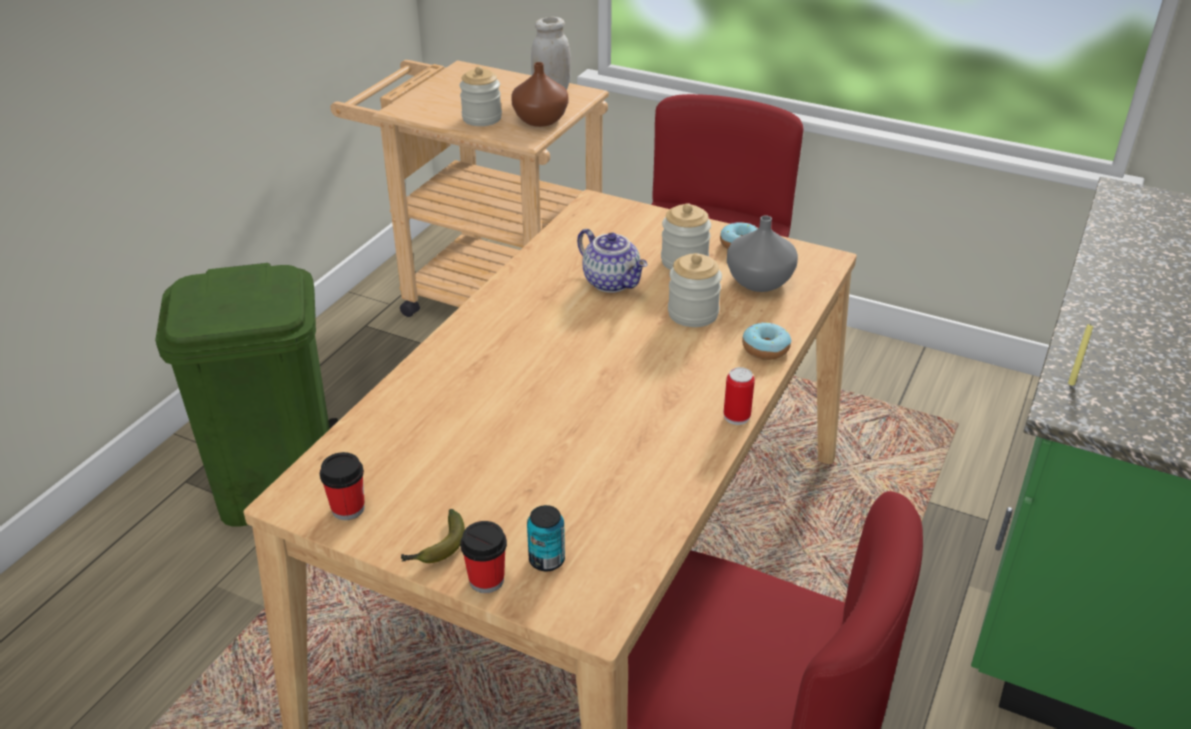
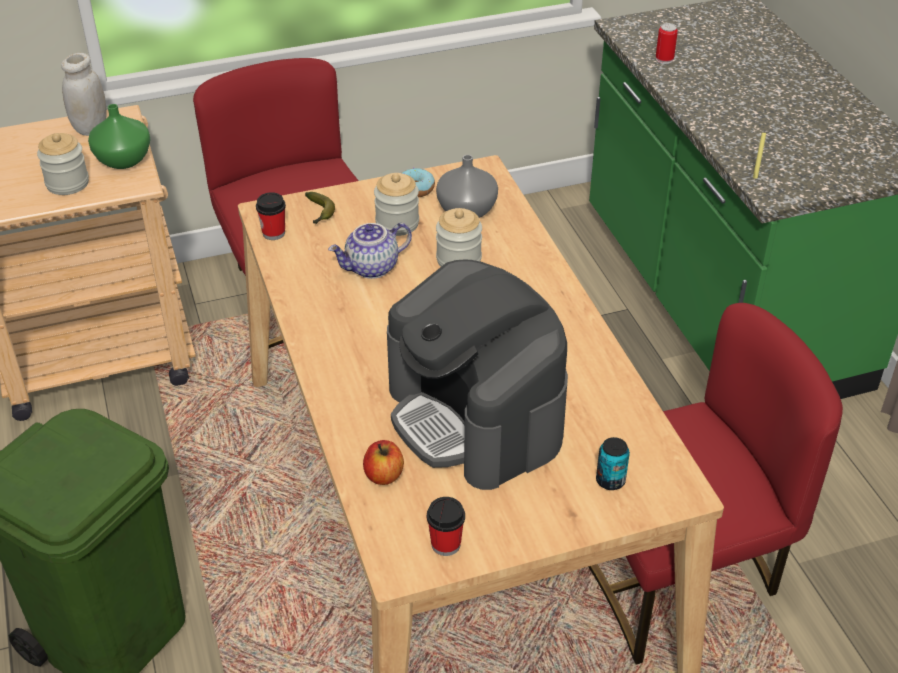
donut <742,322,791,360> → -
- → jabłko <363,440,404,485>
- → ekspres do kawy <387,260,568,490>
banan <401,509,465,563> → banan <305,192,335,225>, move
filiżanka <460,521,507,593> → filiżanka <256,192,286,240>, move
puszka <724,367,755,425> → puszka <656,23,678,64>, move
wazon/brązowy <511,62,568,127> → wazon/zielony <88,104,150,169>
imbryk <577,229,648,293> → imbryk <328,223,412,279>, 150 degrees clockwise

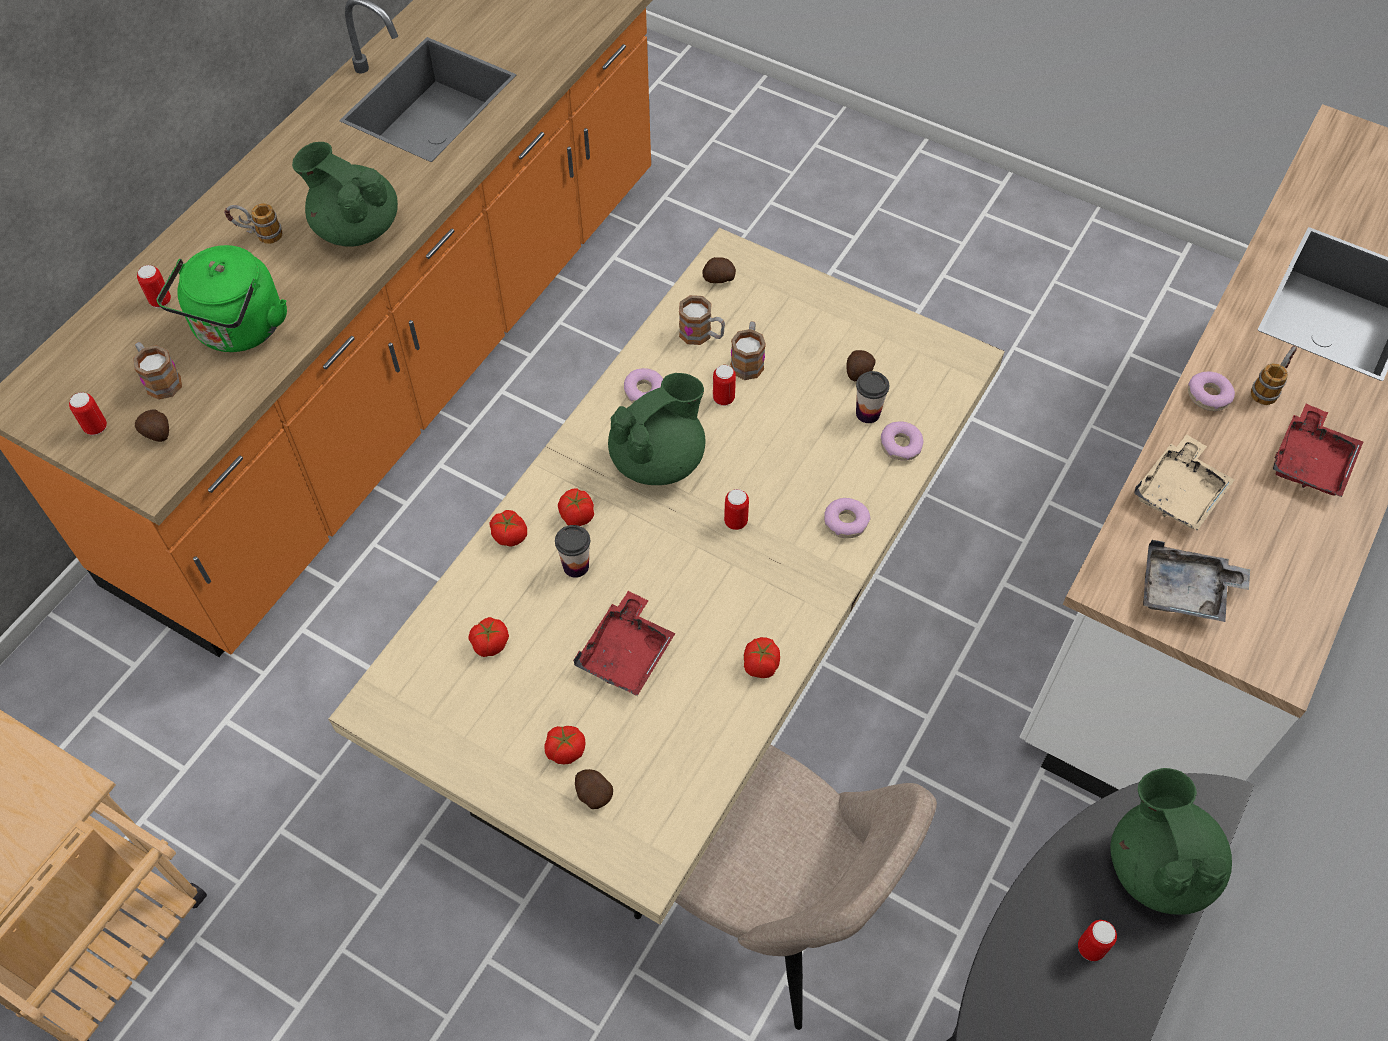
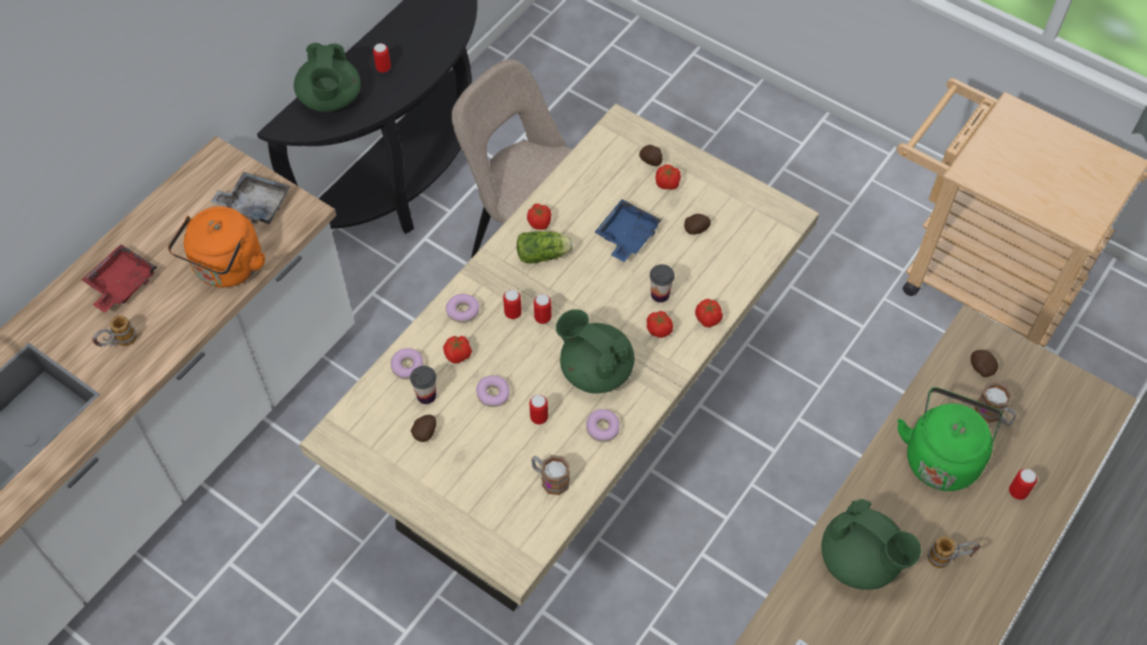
kubek <730,321,766,380> → -
- → sałata <517,231,573,263>
puszka <69,392,107,435> → puszka <503,290,522,319>, move
pomidor <468,617,509,657> → pomidor <443,336,472,363>, move
ziemniak <702,257,736,283> → ziemniak <684,214,711,235>, move
donut <1188,372,1235,411> → donut <476,375,510,407>, move
taca/beżowy <1134,434,1235,530> → czajnik/pomarańczowy <168,206,265,287>
taca/czerwony <573,591,675,696> → taca/niebieski <595,199,662,262>
imbryk/zielony <608,373,706,485> → imbryk/zielony <556,309,634,394>, 75 degrees clockwise

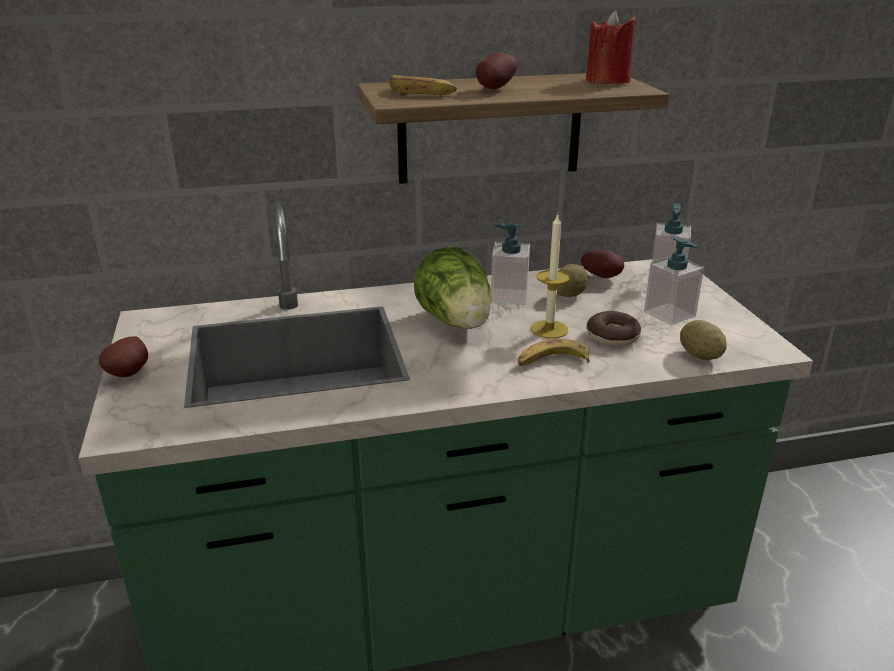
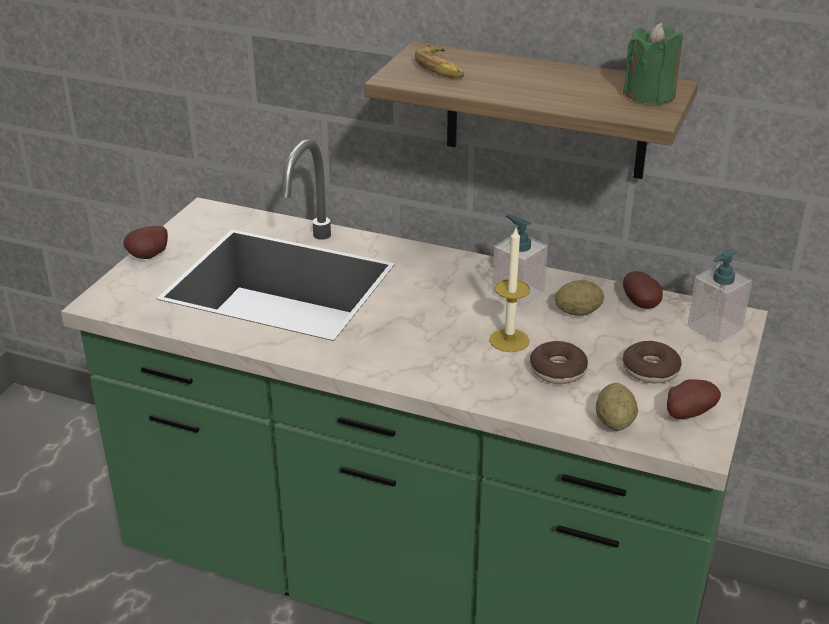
sałata <414,246,492,329> → -
banan <518,339,590,366> → -
ziemniak <476,53,518,89> → ziemniak <667,379,721,419>, move
dozownik mydła <644,236,704,326> → donut <622,341,682,384>
świeca/czerwony <586,11,636,84> → świeca/zielony <623,22,683,105>

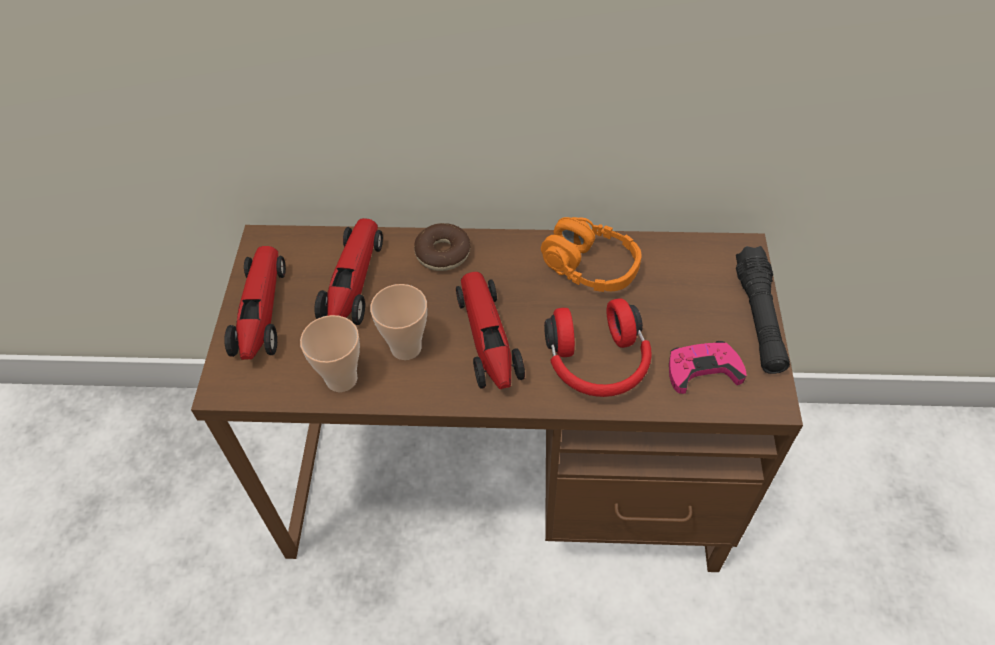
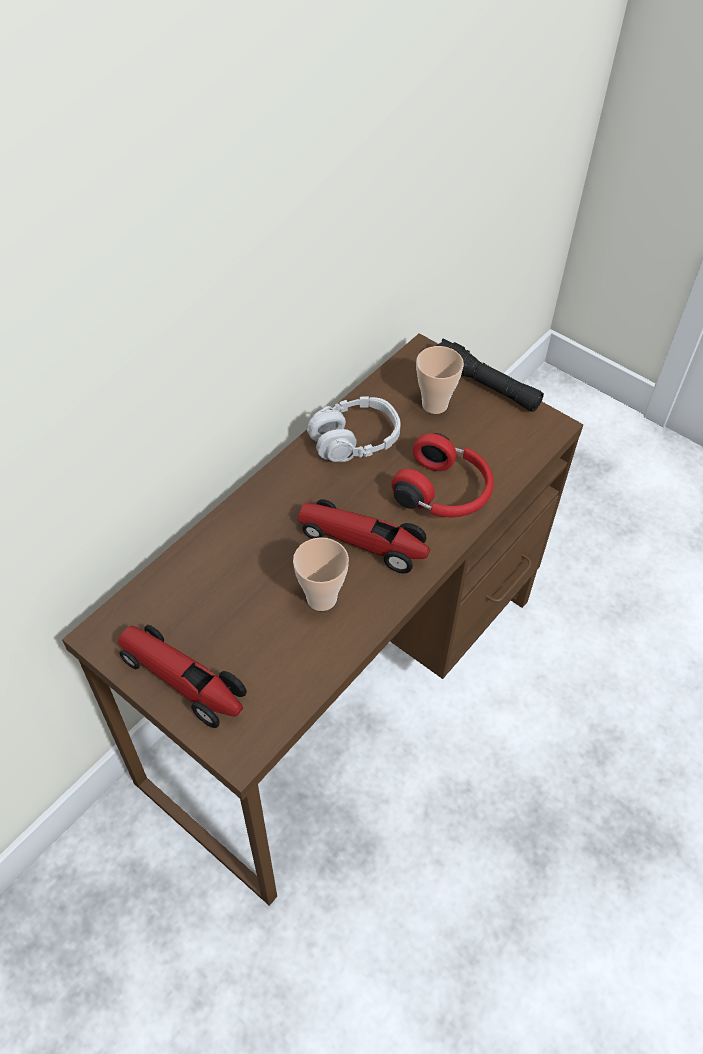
samochodzik <315,218,383,325> → -
donut <414,223,471,271> → -
pad do gier/różowy <669,341,746,394> → -
filiżanka <300,315,360,392> → filiżanka <416,346,464,414>, move
słuchawki/pomarańczowy <541,217,641,292> → słuchawki/szary <307,396,401,462>

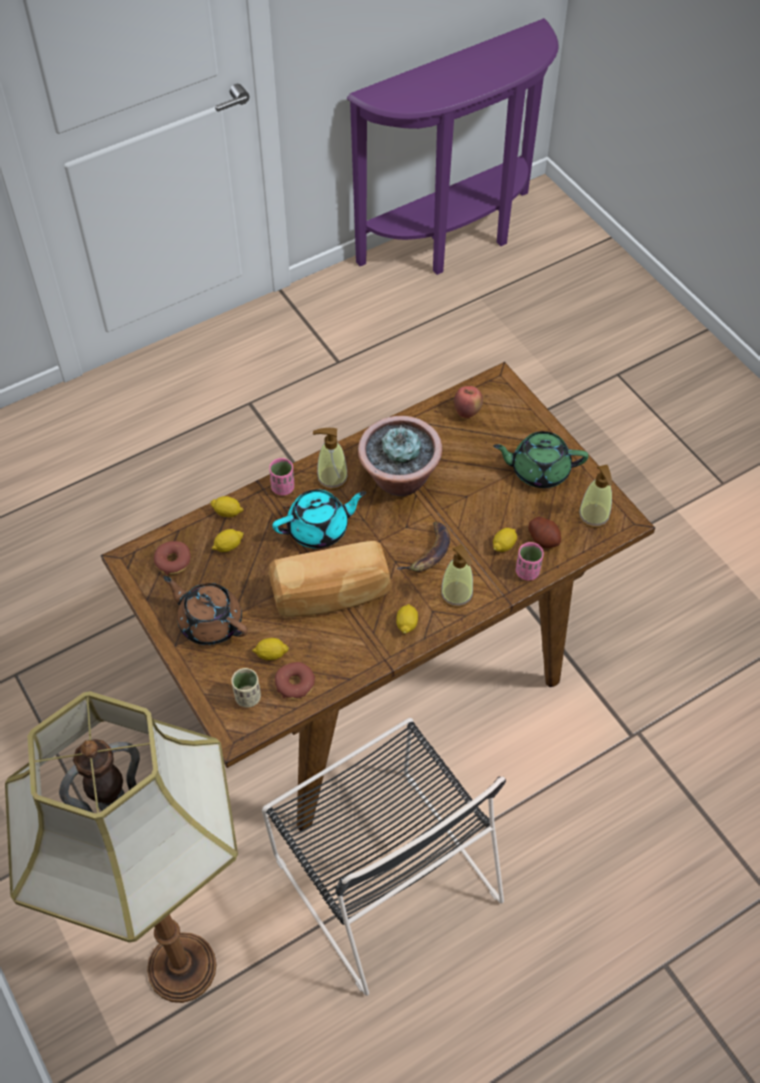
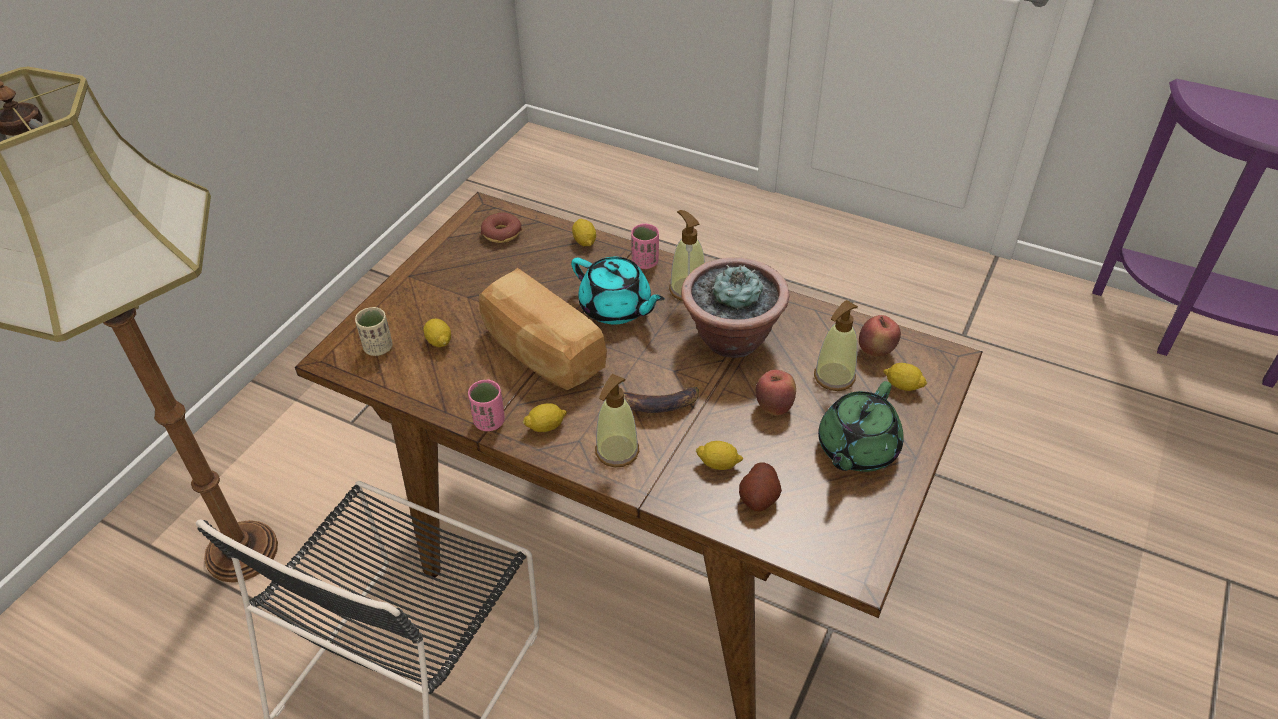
imbryk/brązowy <163,576,248,645> → -
donut <275,662,316,699> → -
- → jabłko <756,370,796,415>
cytryna <212,529,244,552> → cytryna <883,363,927,391>, move
filiżanka/różowy <516,542,544,581> → filiżanka/różowy <468,379,505,431>, move
dozownik mydła <578,465,613,528> → dozownik mydła <814,300,858,391>, move
imbryk/zielony <493,431,589,488> → imbryk/zielony <818,381,904,472>, 120 degrees counterclockwise

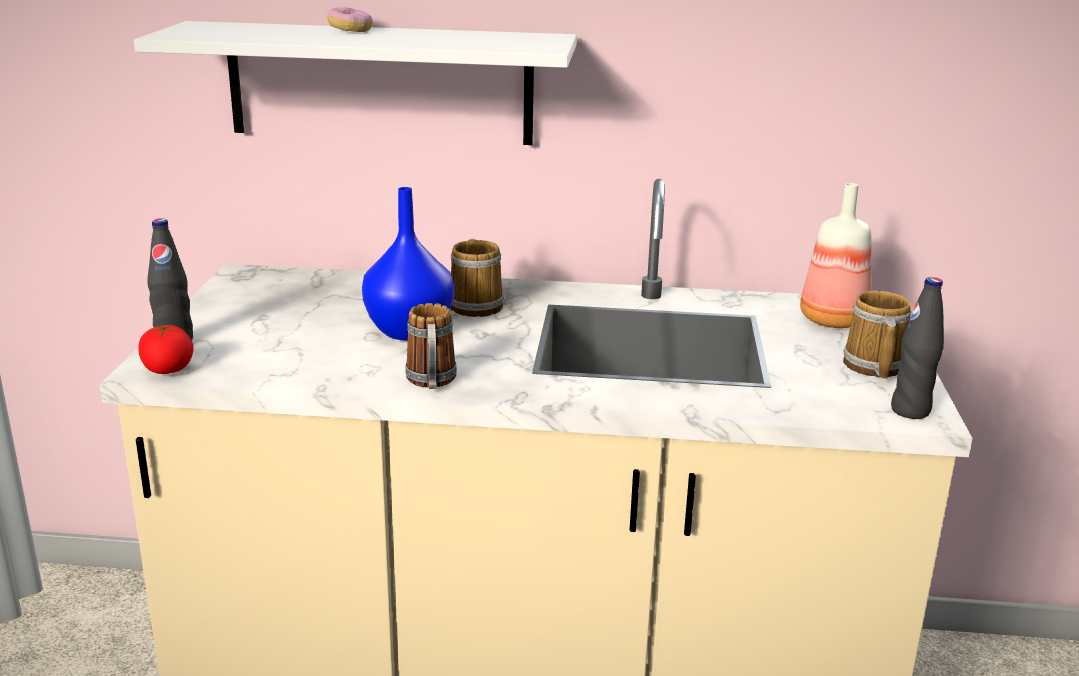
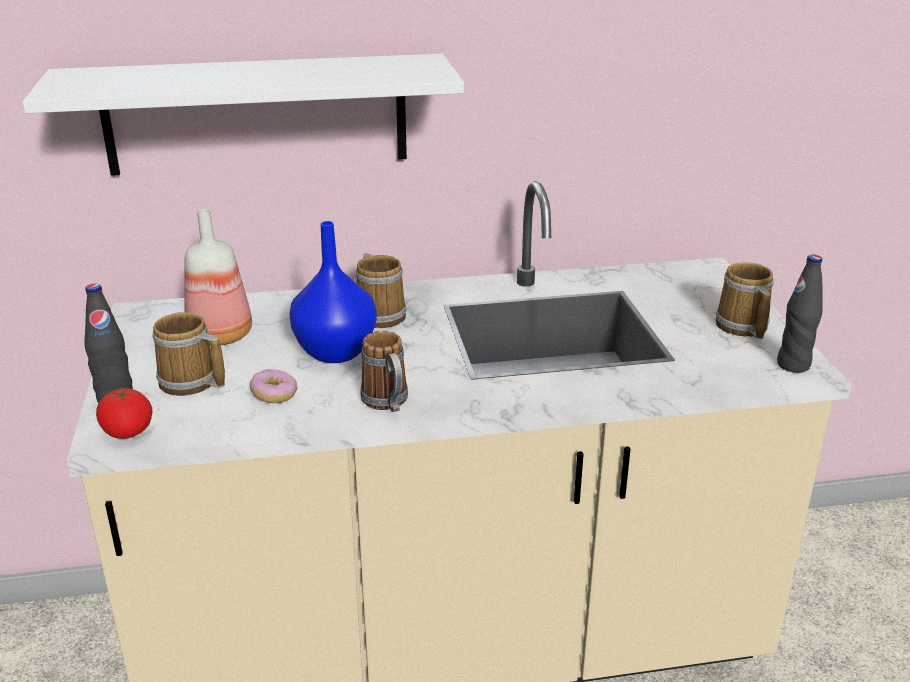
- → kubek <152,312,225,396>
donut <327,7,373,32> → donut <250,369,297,403>, move
butelka <800,183,872,328> → butelka <185,209,252,346>, move

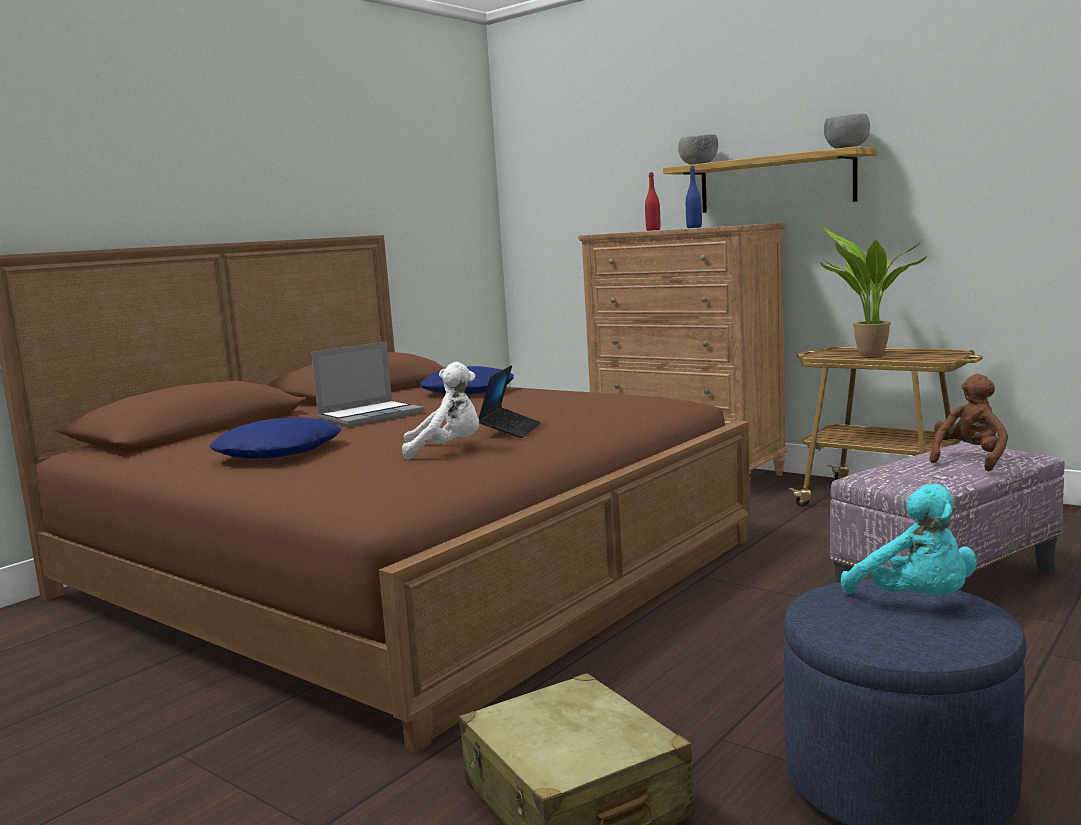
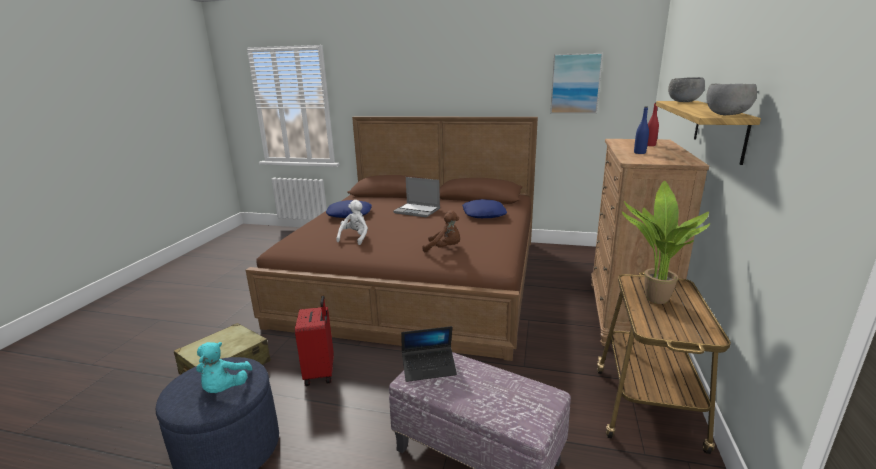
- → walizka/czerwony <295,296,334,386>
- → obraz <550,53,603,114>
laptop <478,365,541,438> → laptop <401,326,457,382>, move
pluszak/brązowy <930,374,1008,471> → pluszak/brązowy <422,210,460,252>, move
pluszak/biały <402,362,479,460> → pluszak/biały <336,200,368,245>, 135 degrees counterclockwise
pluszak/turkusowy <841,484,977,595> → pluszak/turkusowy <196,342,252,393>, 45 degrees counterclockwise

